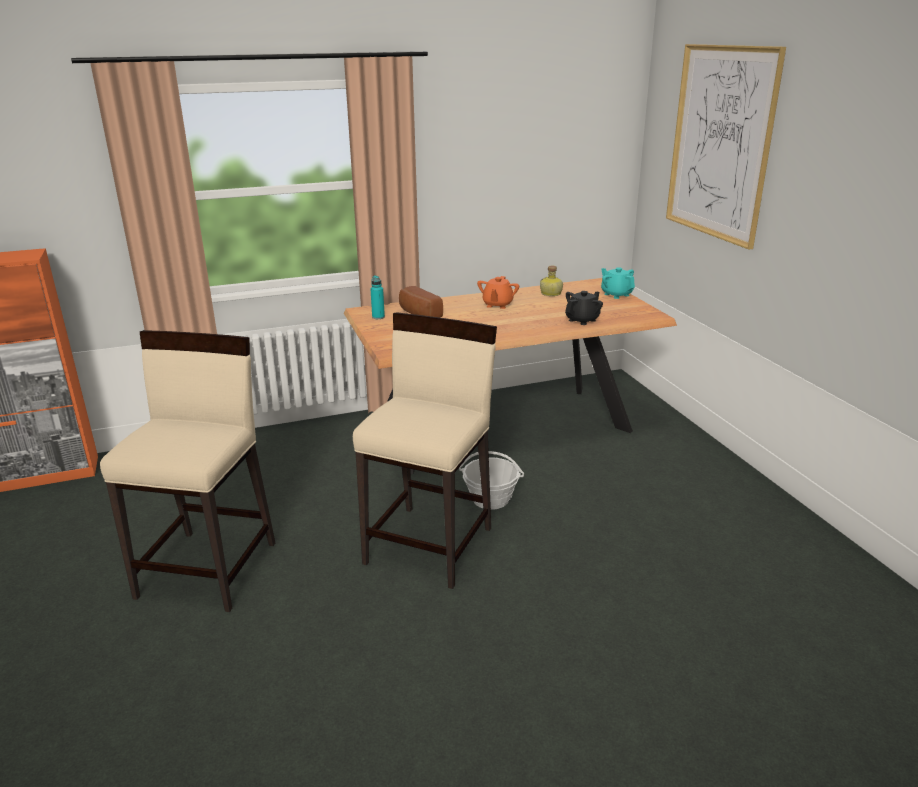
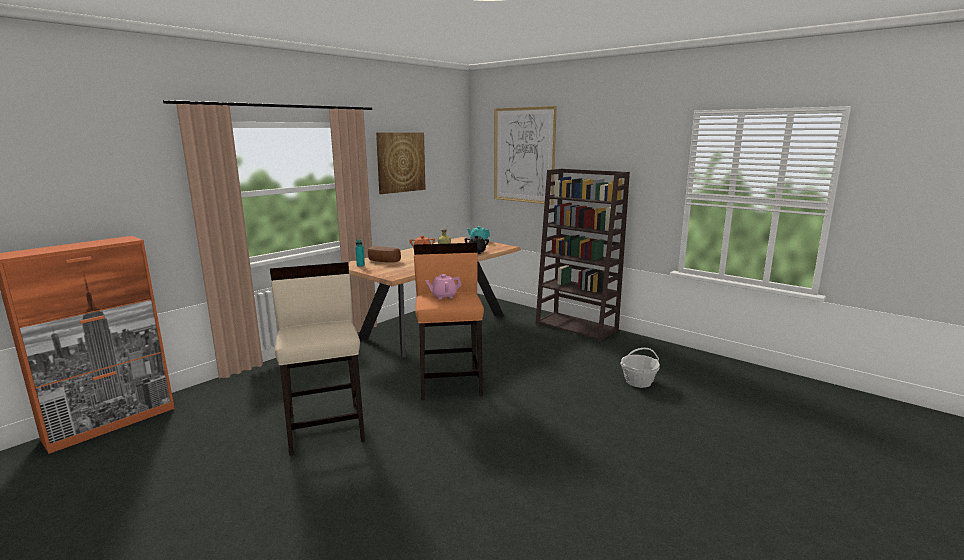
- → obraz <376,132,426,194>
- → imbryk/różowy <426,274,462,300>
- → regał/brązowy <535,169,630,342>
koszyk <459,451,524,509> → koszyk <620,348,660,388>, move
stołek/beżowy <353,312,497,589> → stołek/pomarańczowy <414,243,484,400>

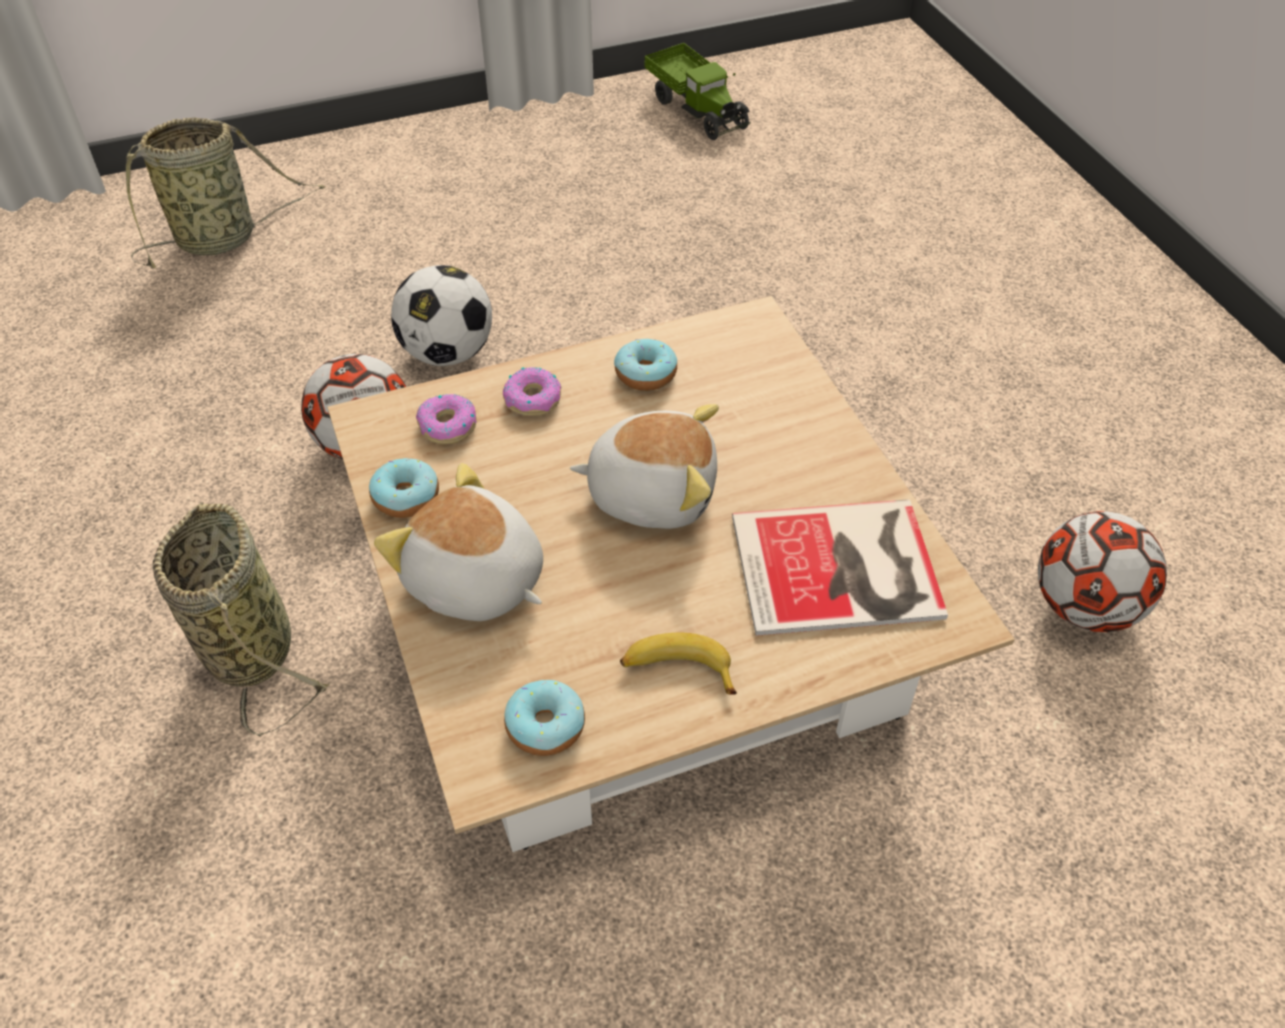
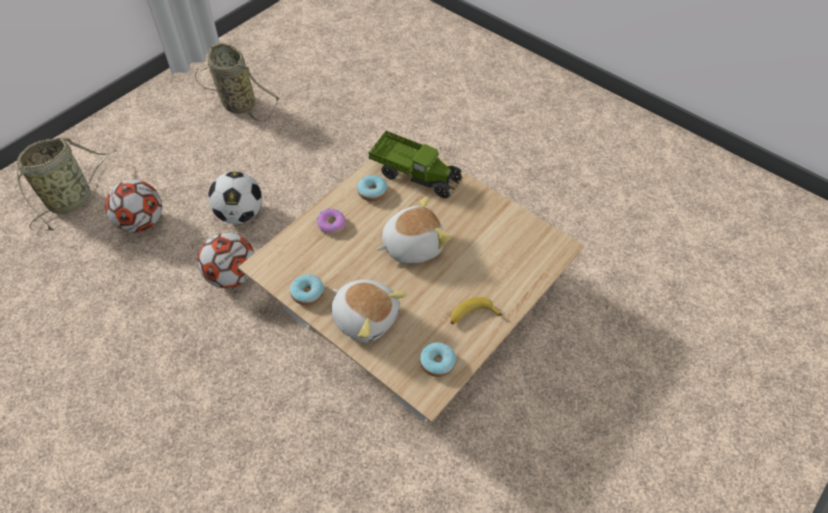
donut <416,394,477,444> → -
książka <732,499,948,636> → -
koszyk <152,502,331,737> → koszyk <195,43,279,121>, move
ciężarówka zabawkowa <644,43,750,140> → ciężarówka zabawkowa <369,131,462,198>, move
piłka futbolowa <1038,511,1167,632> → piłka futbolowa <105,180,162,233>, move
pluszak <374,463,543,621> → pluszak <331,279,407,343>, 150 degrees counterclockwise

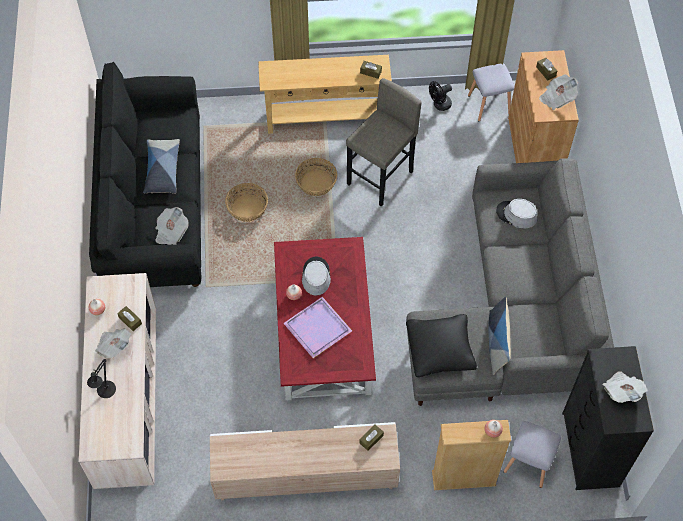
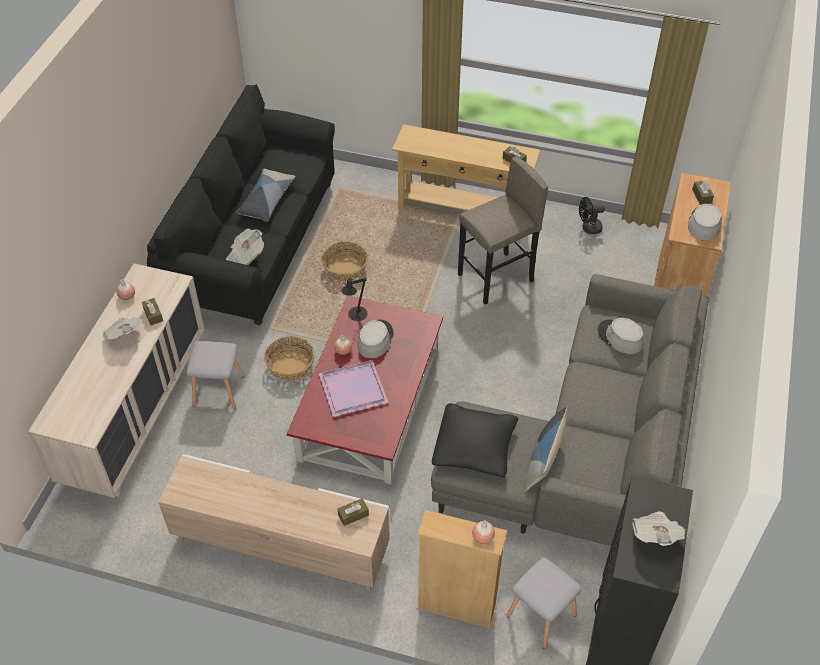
lampa stołowa/czarny <87,359,116,398> → lampa stołowa/czarny <341,275,368,321>, move
koszyk <295,158,337,196> → koszyk <264,336,315,381>, move
stołek/szary <468,64,515,121> → stołek/szary <186,341,244,410>, move
gazeta <539,75,578,110> → kapelusz/szary <688,204,722,241>

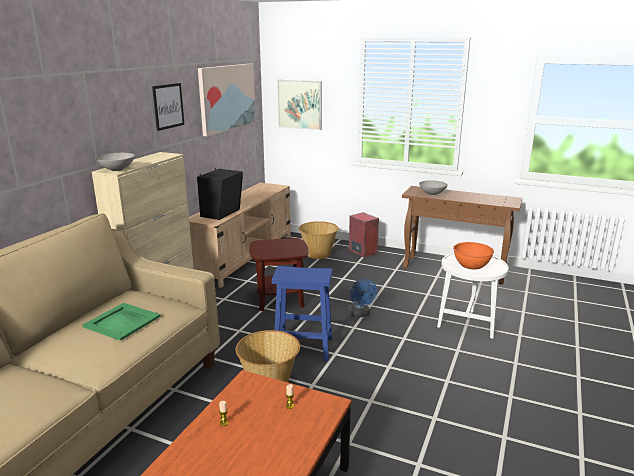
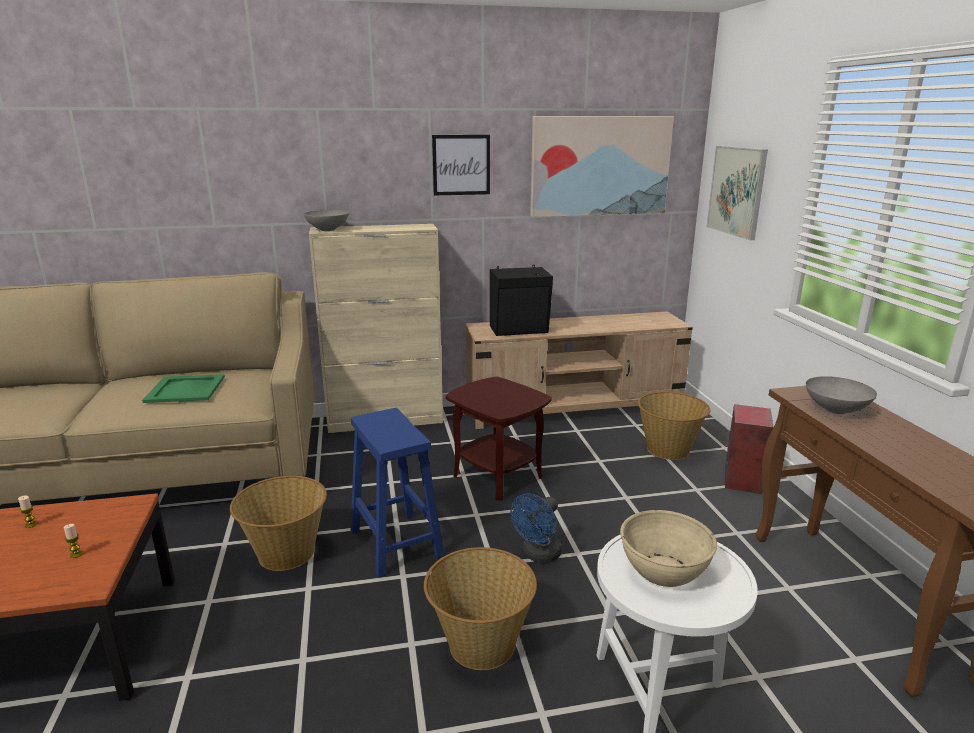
- → koszyk <424,547,537,670>
miska/pomarańczowy <453,242,494,269> → miska/beżowy <620,510,717,587>

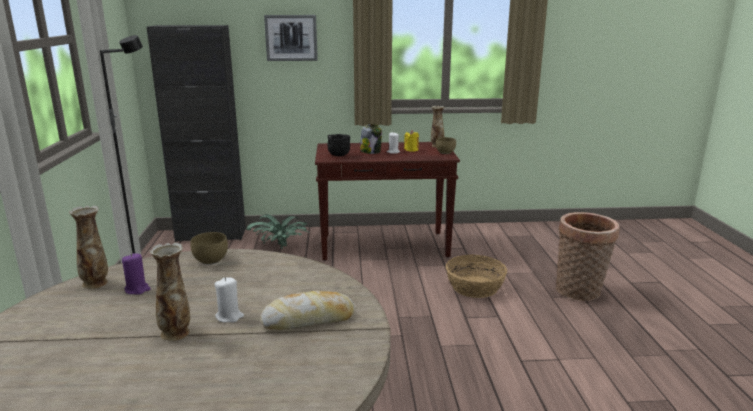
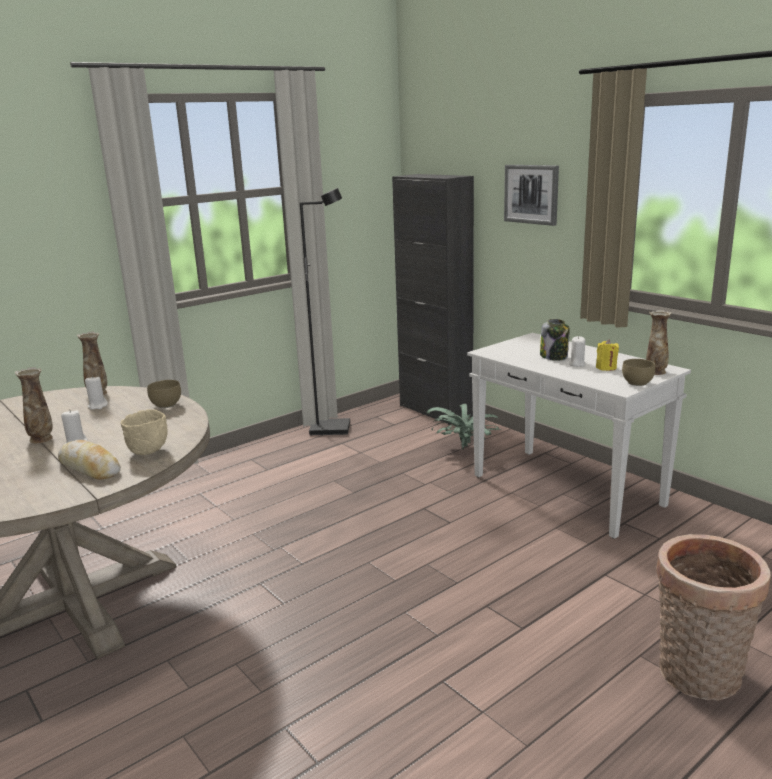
miska/czarny <327,134,350,156> → -
koszyk <446,254,507,298> → -
- → miska/beżowy <121,409,168,455>
świeca/fioletowy <122,253,151,295> → świeca/biały <85,376,108,410>
stolik konsolowy/brązowy <315,142,460,261> → stolik konsolowy/biały <467,333,691,539>

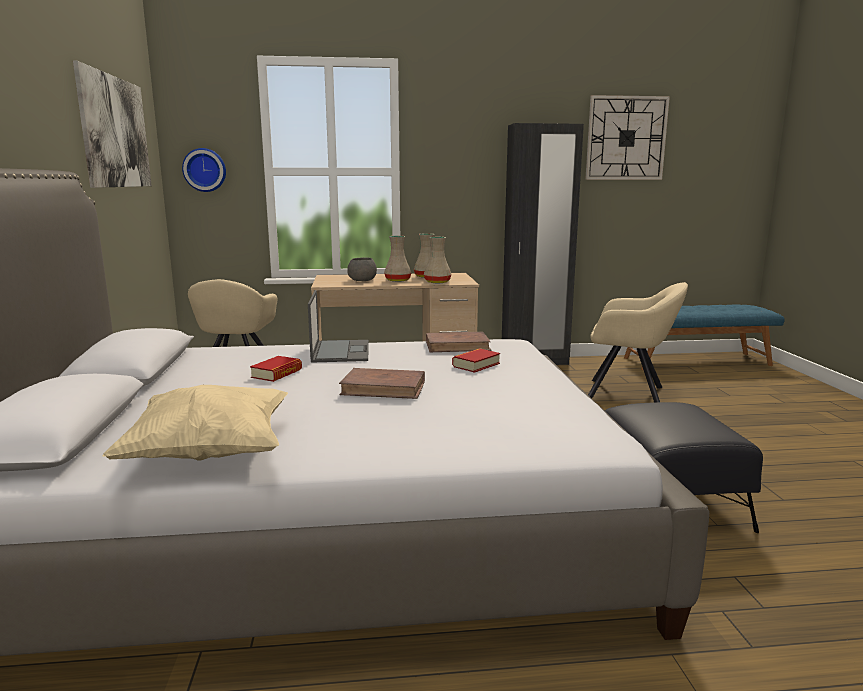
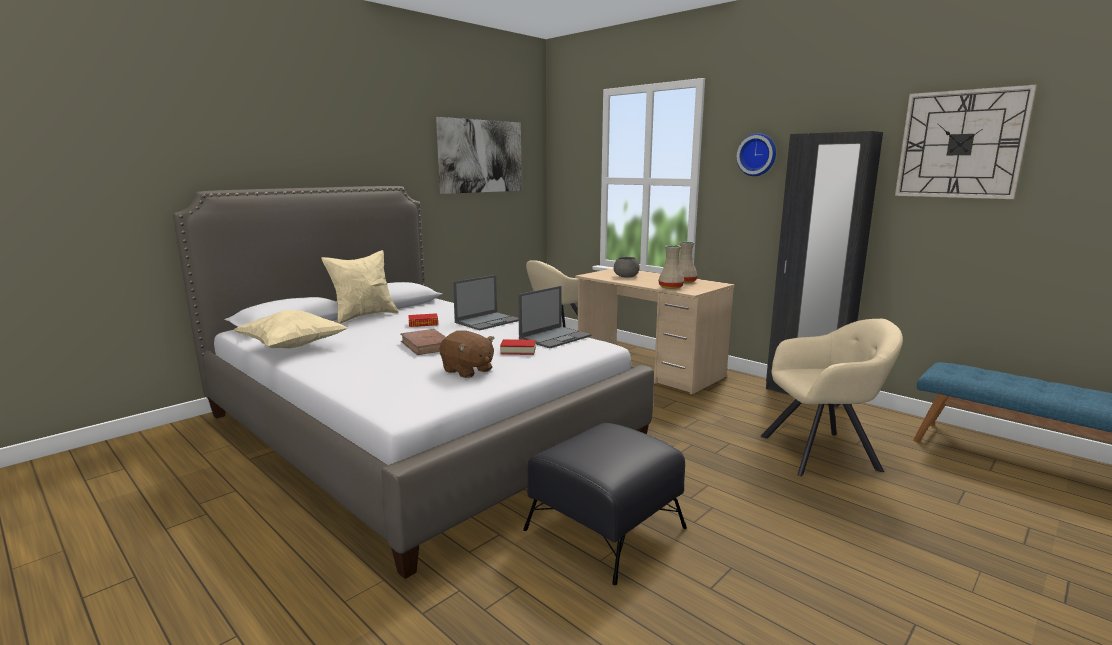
wazon/beżowy <384,236,411,282> → -
- → poduszka/beżowy <321,250,399,324>
- → pluszak/brązowy <439,330,494,378>
zegar ścienny <182,148,226,192> → zegar ścienny <737,133,776,176>, move
książka/brązowy <426,332,492,352> → laptop <518,286,591,348>
fotel/beżowy <588,282,688,402> → fotel/beżowy <760,319,903,476>, 75 degrees counterclockwise

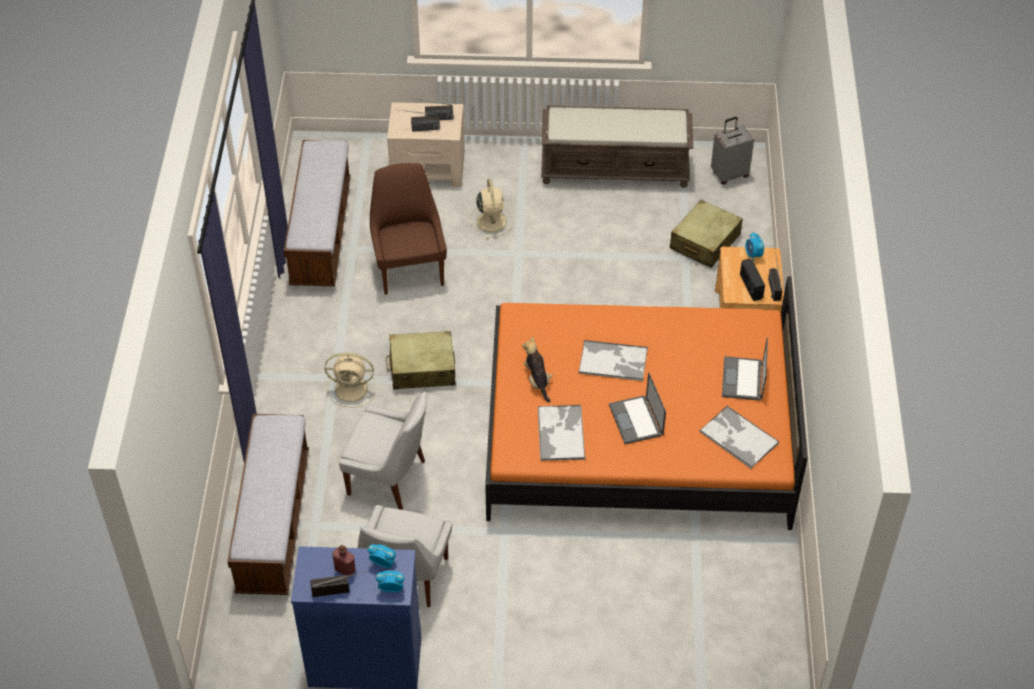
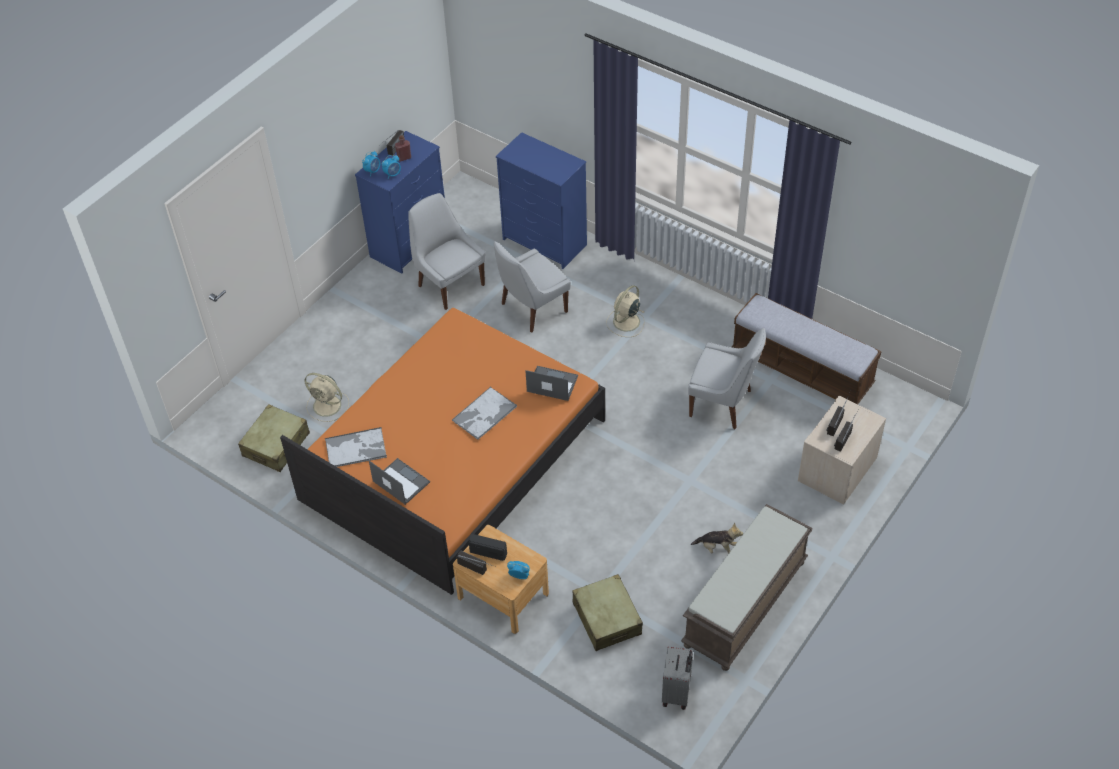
taca <538,405,586,461> → -
walizka/beżowy <386,331,455,390> → walizka/beżowy <238,404,310,472>, move
wentylator/beżowy <469,179,513,239> → wentylator/beżowy <304,373,349,422>, move
pluszak <522,336,553,403> → pluszak <691,523,743,554>, move
laptop <609,372,666,444> → laptop <525,366,578,401>, move
ławka <227,414,309,595> → komoda/niebieski <496,132,587,269>
krzesło/brązowy <370,163,447,295> → krzesło/biały <688,328,766,429>

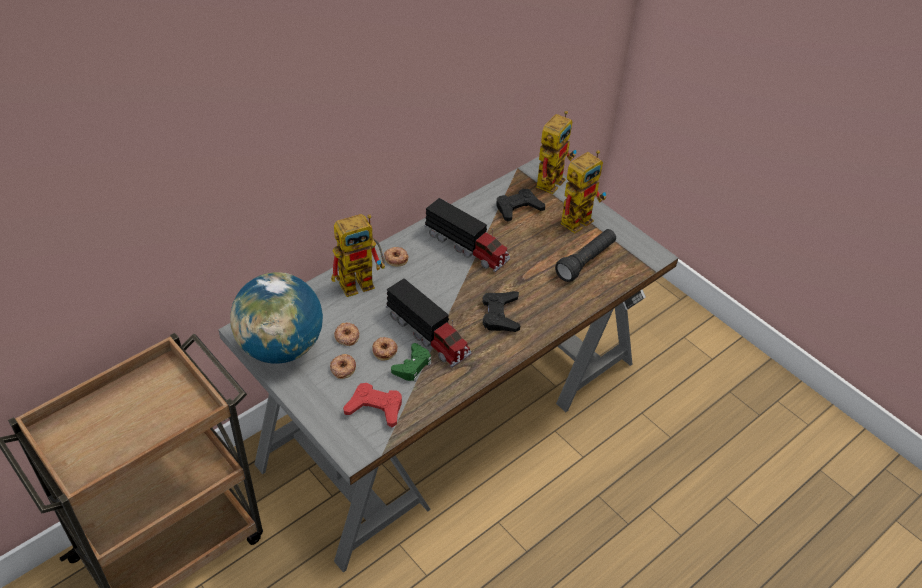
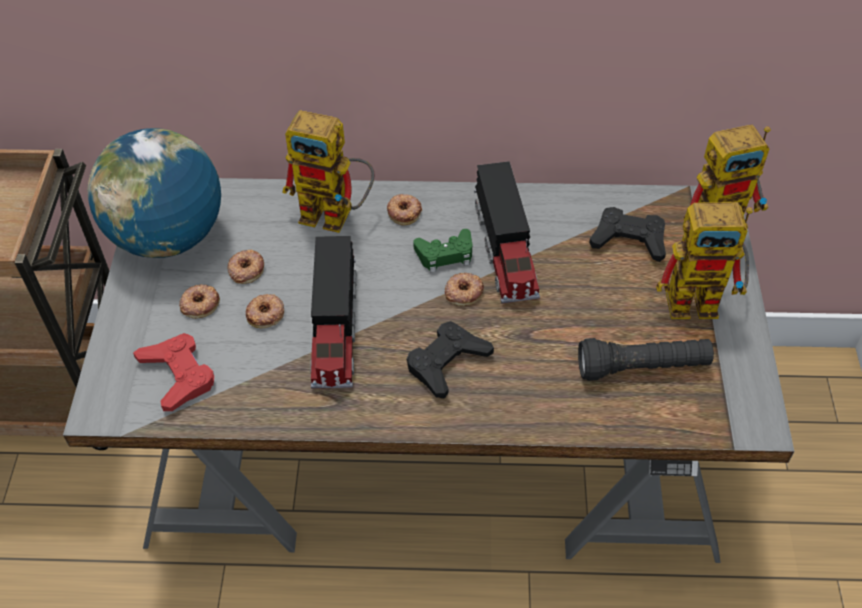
- → donut <445,273,484,306>
pad do gier/zielony <391,343,432,381> → pad do gier/zielony <413,229,472,273>, move

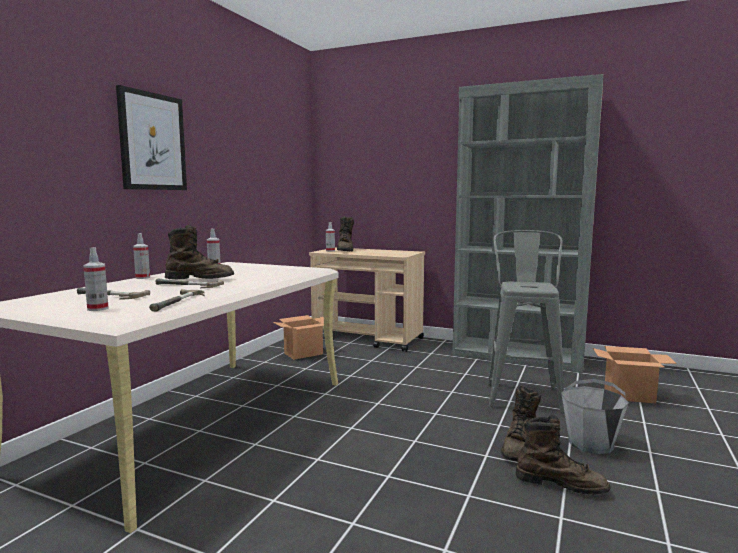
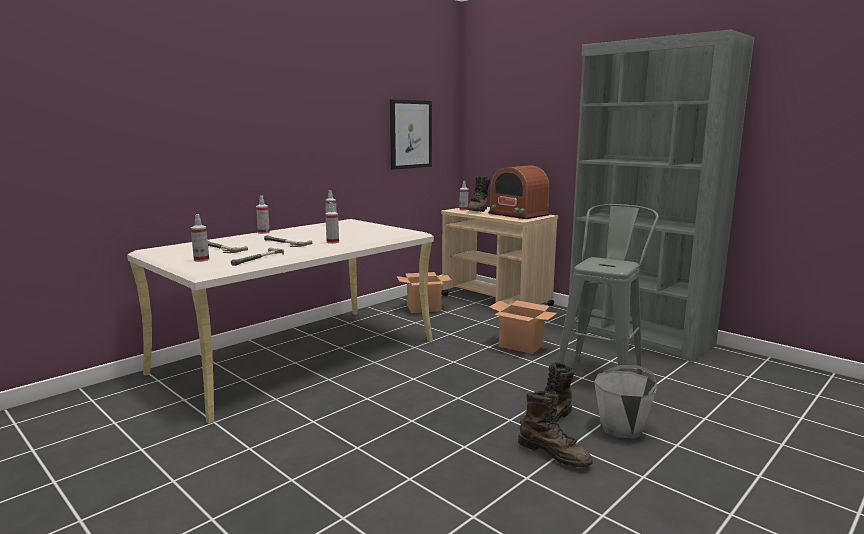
but z cholewką/brązowy <165,225,234,279> → -
- → spryskiwacz <325,202,339,244>
- → radio <488,166,550,219>
obraz <116,85,187,190> → obraz <390,99,432,170>, move
karton <593,346,677,403> → karton <489,300,557,354>, move

